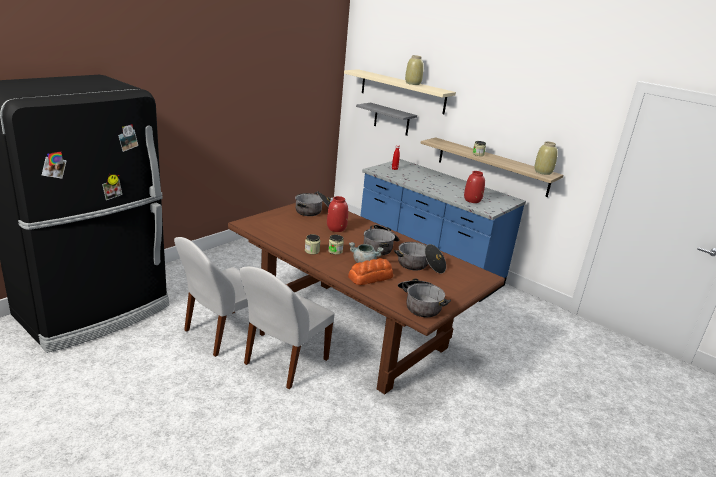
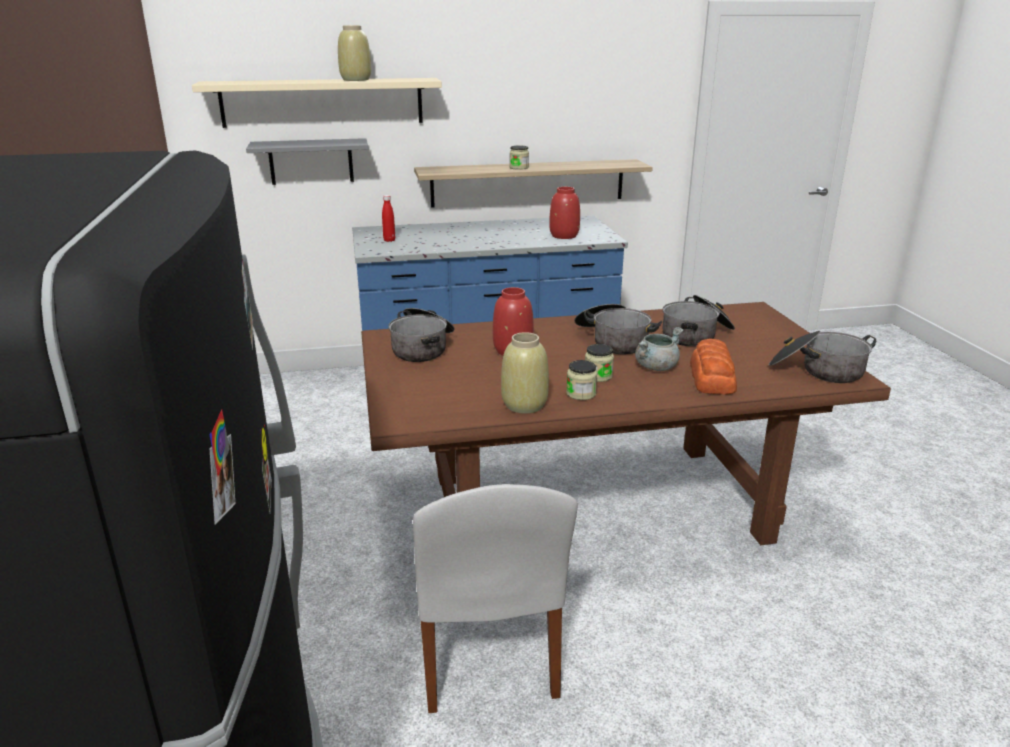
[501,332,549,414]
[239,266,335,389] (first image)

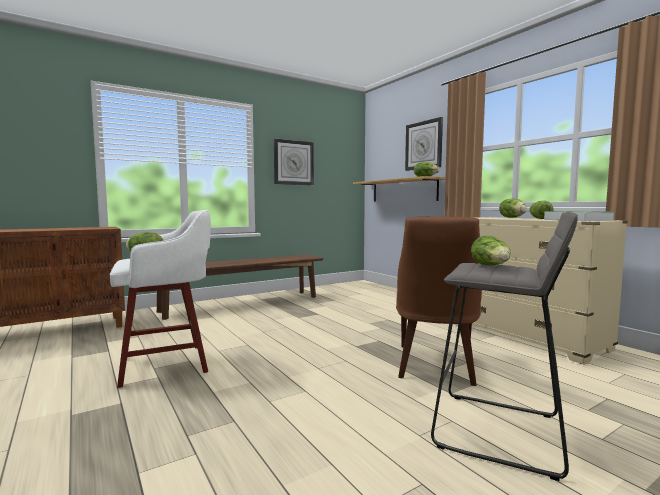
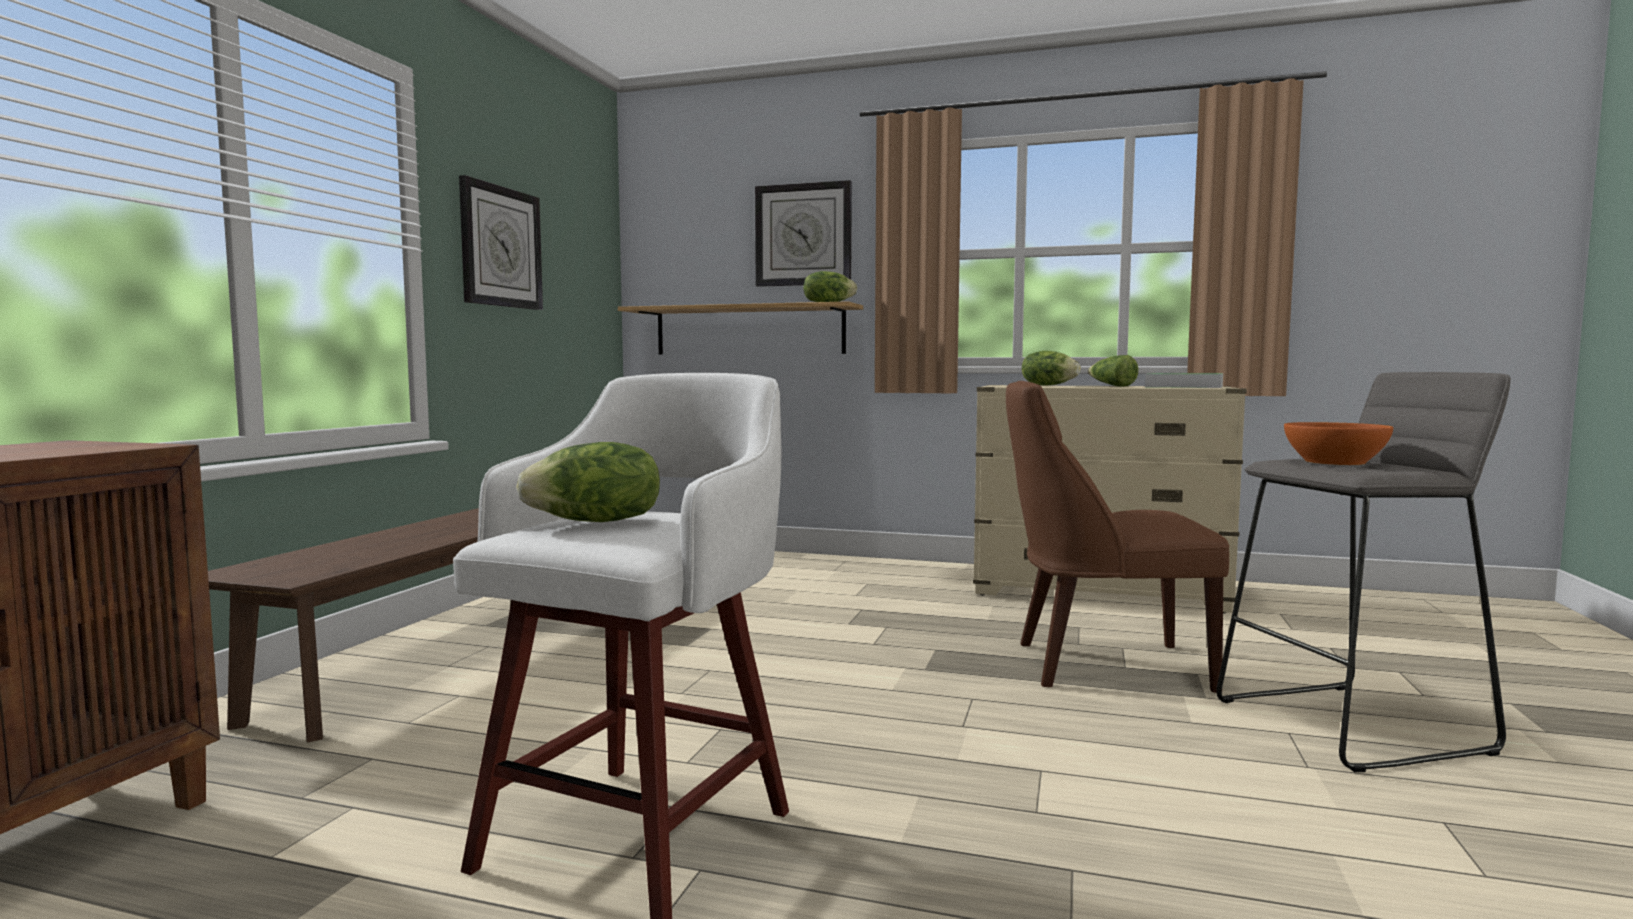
[1006,381,1229,693]
[1284,422,1393,465]

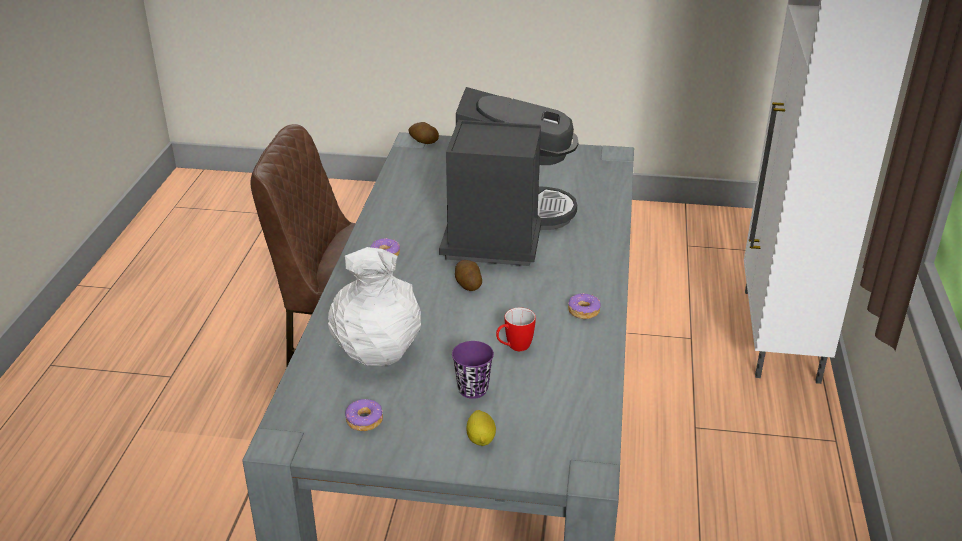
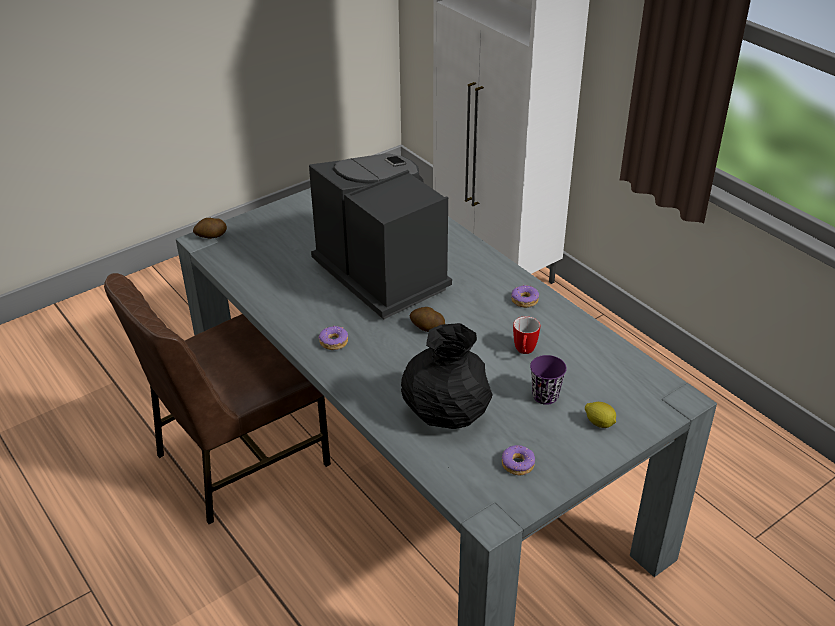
[401,323,493,429]

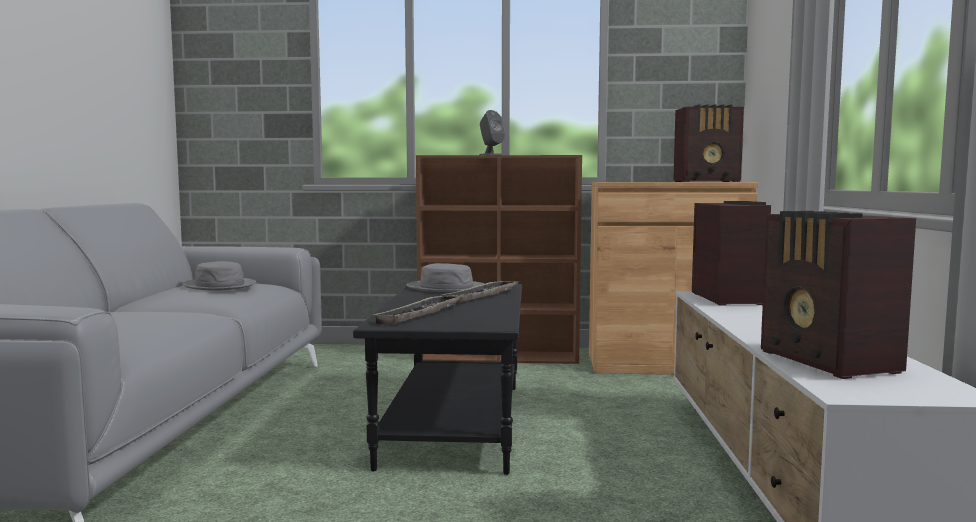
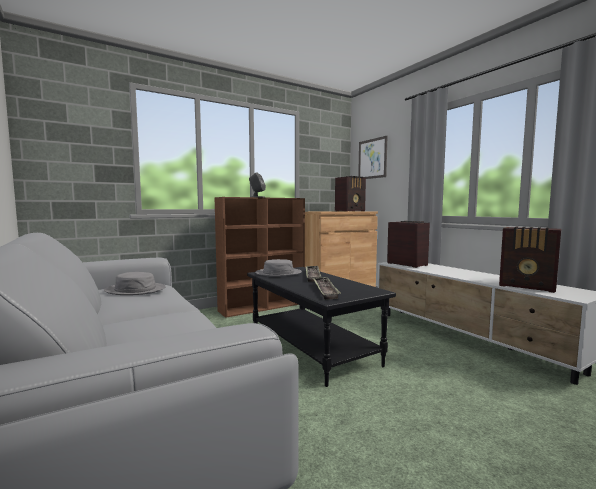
[358,136,388,179]

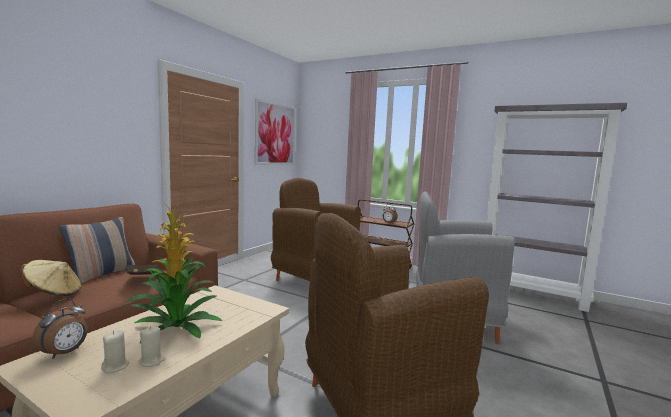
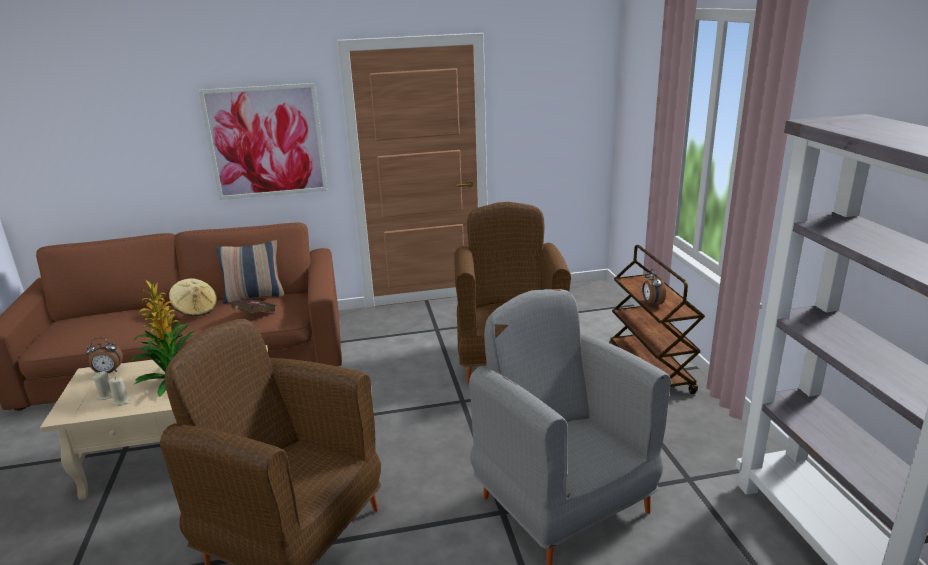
[198,83,328,200]

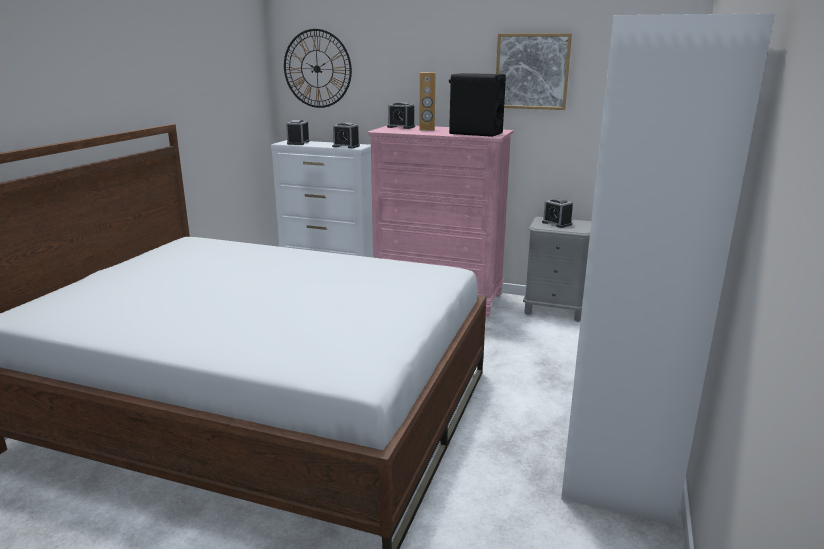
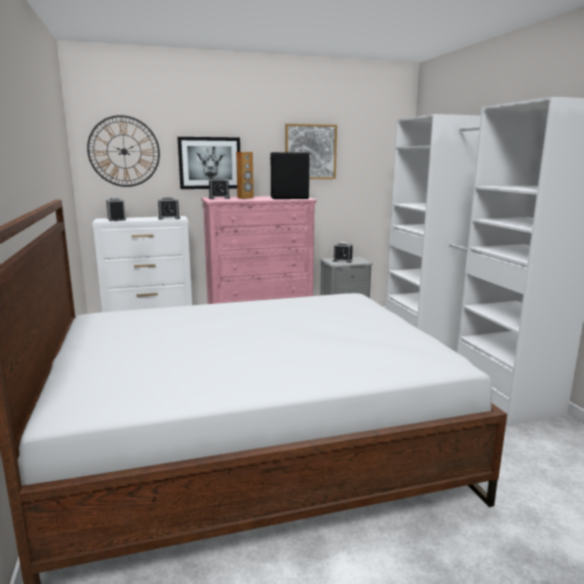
[177,137,240,189]

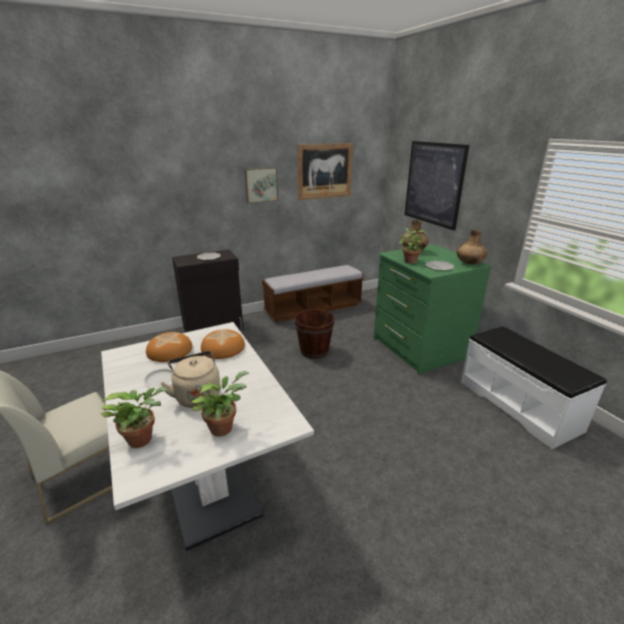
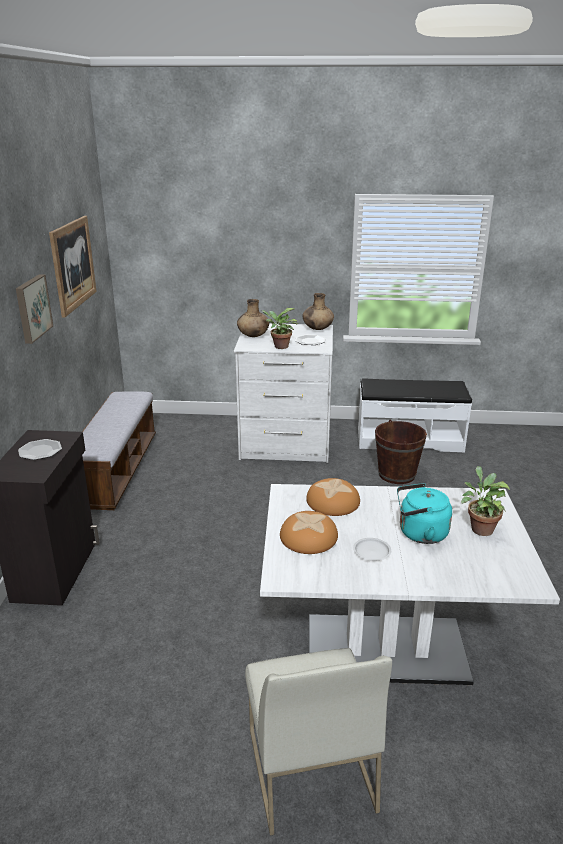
[234,323,333,463]
[375,420,427,484]
[397,483,452,544]
[101,387,169,448] (first image)
[405,141,469,231] (first image)

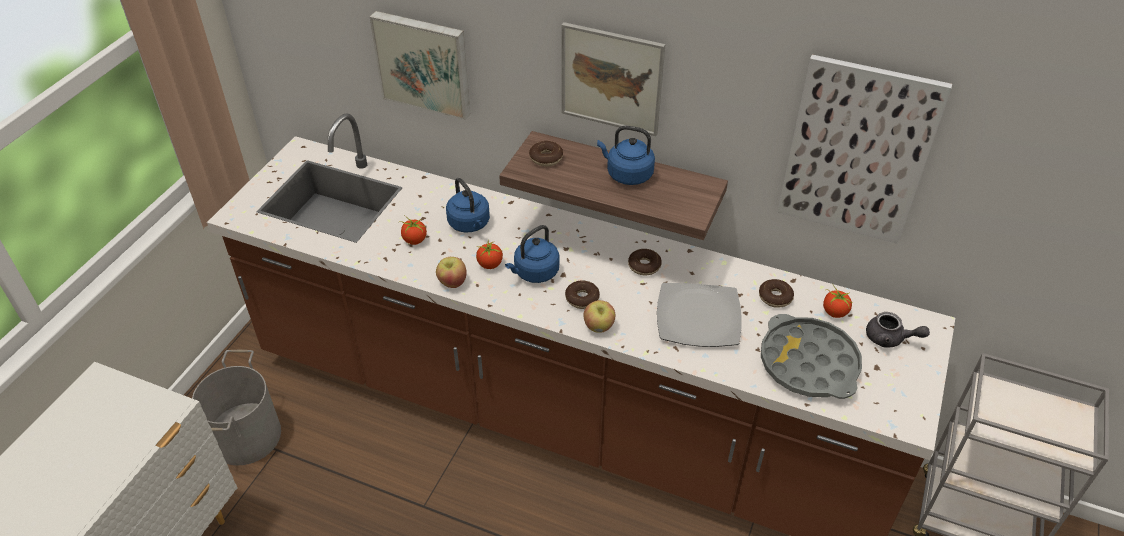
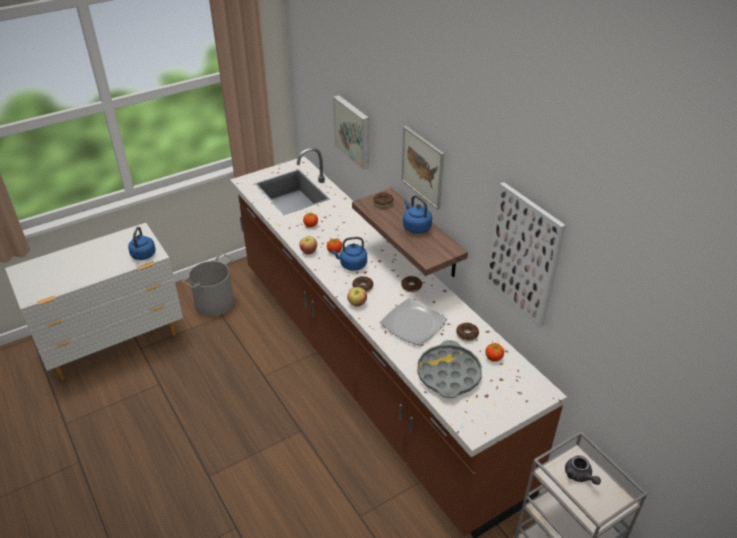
[128,227,156,260]
[565,455,601,485]

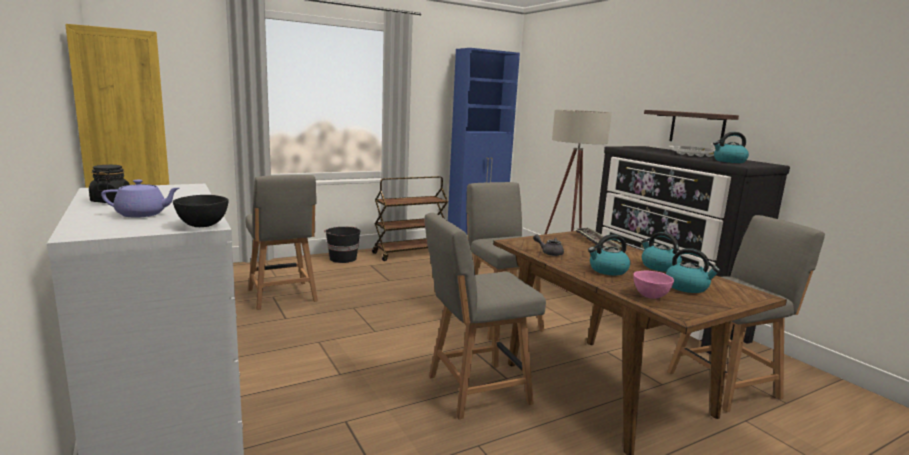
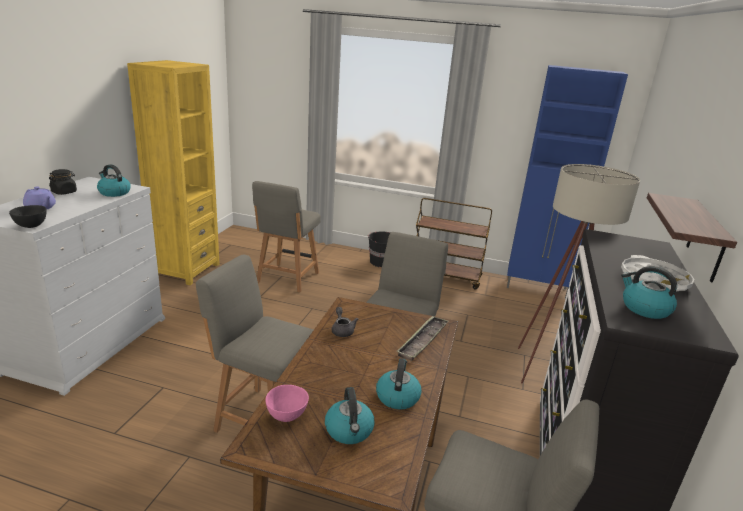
[97,164,131,197]

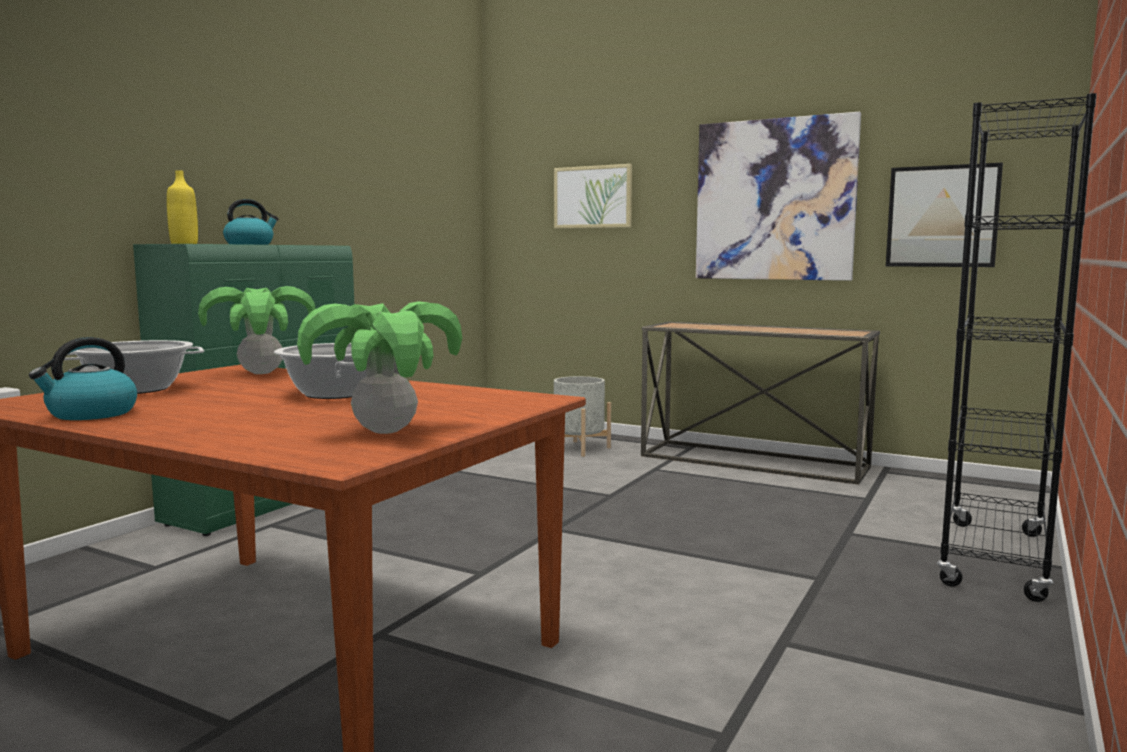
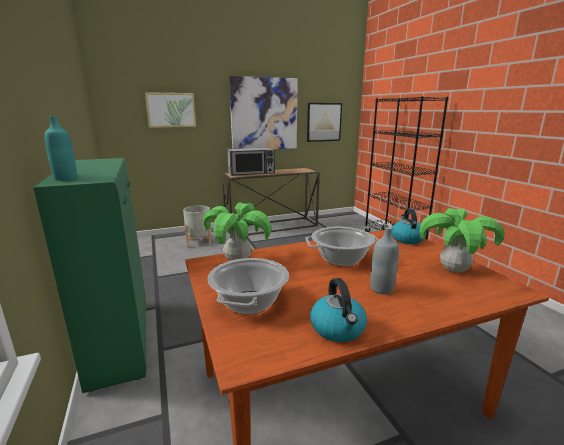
[44,116,77,181]
[227,147,275,176]
[371,227,399,295]
[392,209,426,244]

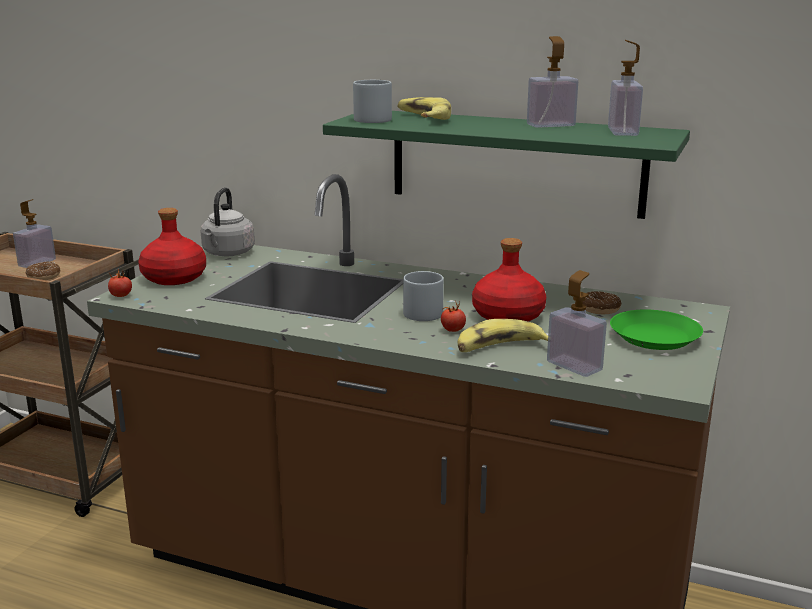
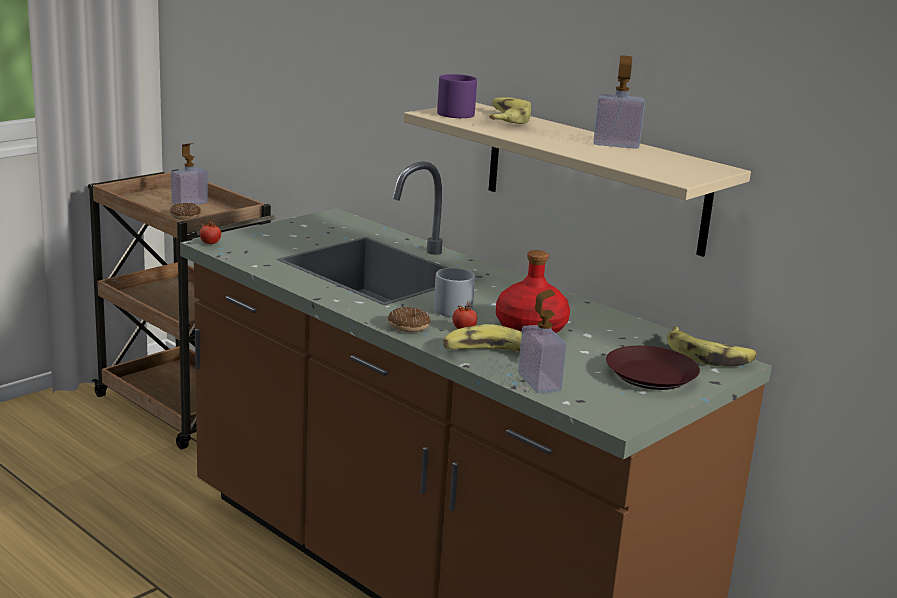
[388,307,431,332]
[404,103,751,257]
[437,74,477,118]
[606,346,700,390]
[667,327,757,366]
[138,208,206,285] (first image)
[200,188,255,256] (first image)
[608,40,643,136] (first image)

